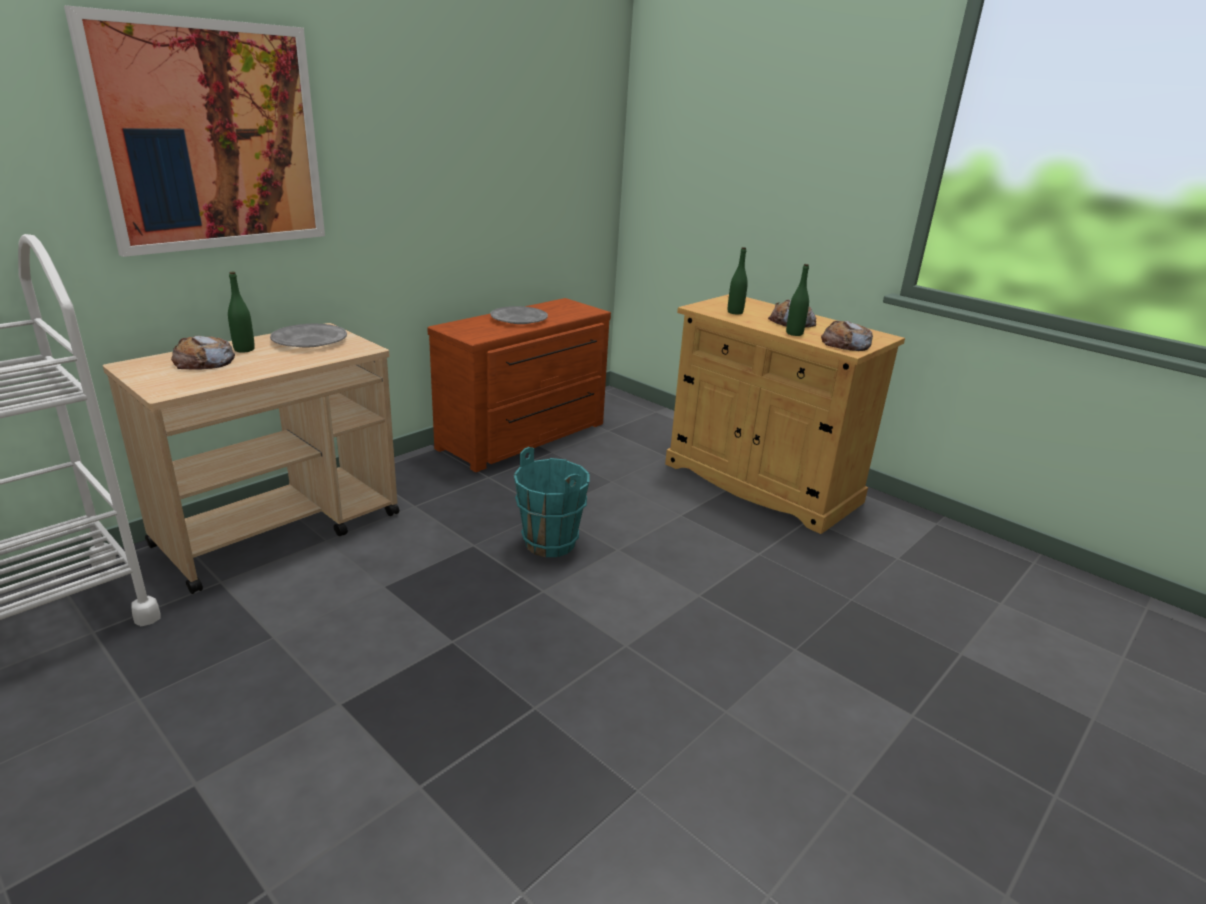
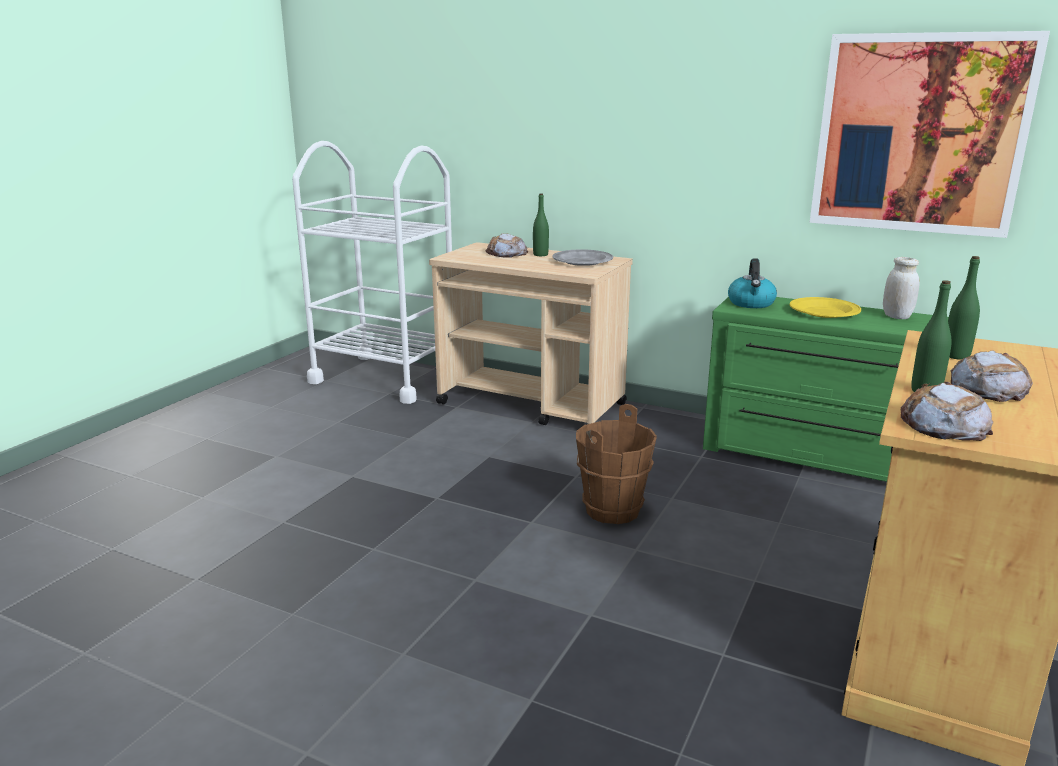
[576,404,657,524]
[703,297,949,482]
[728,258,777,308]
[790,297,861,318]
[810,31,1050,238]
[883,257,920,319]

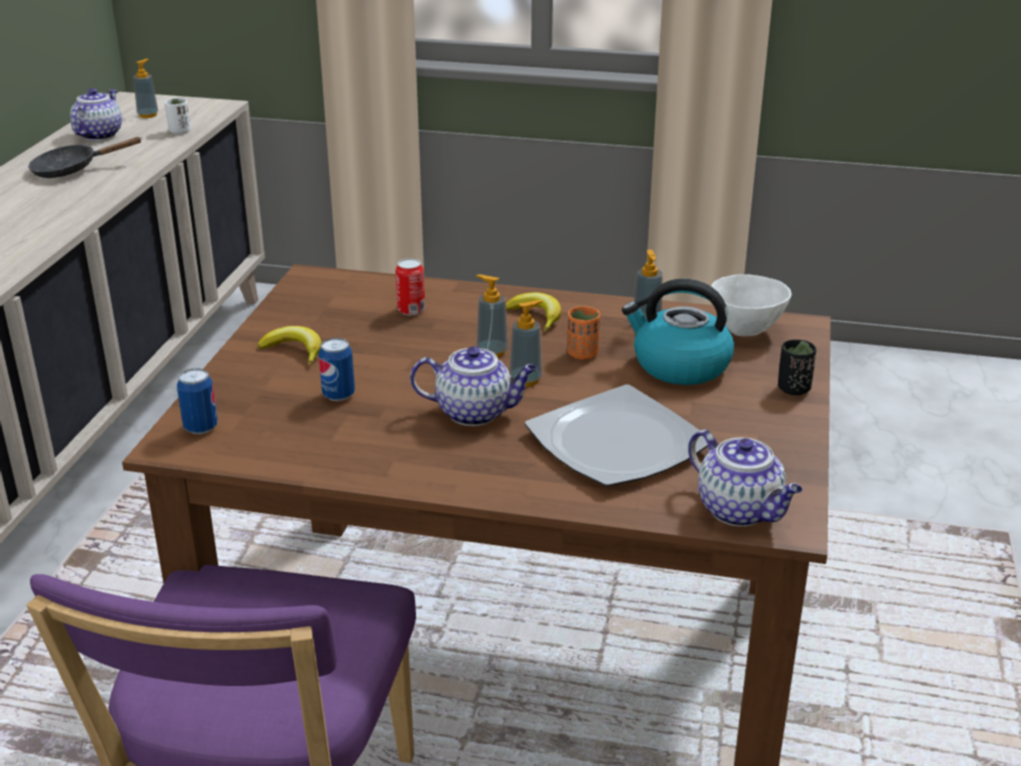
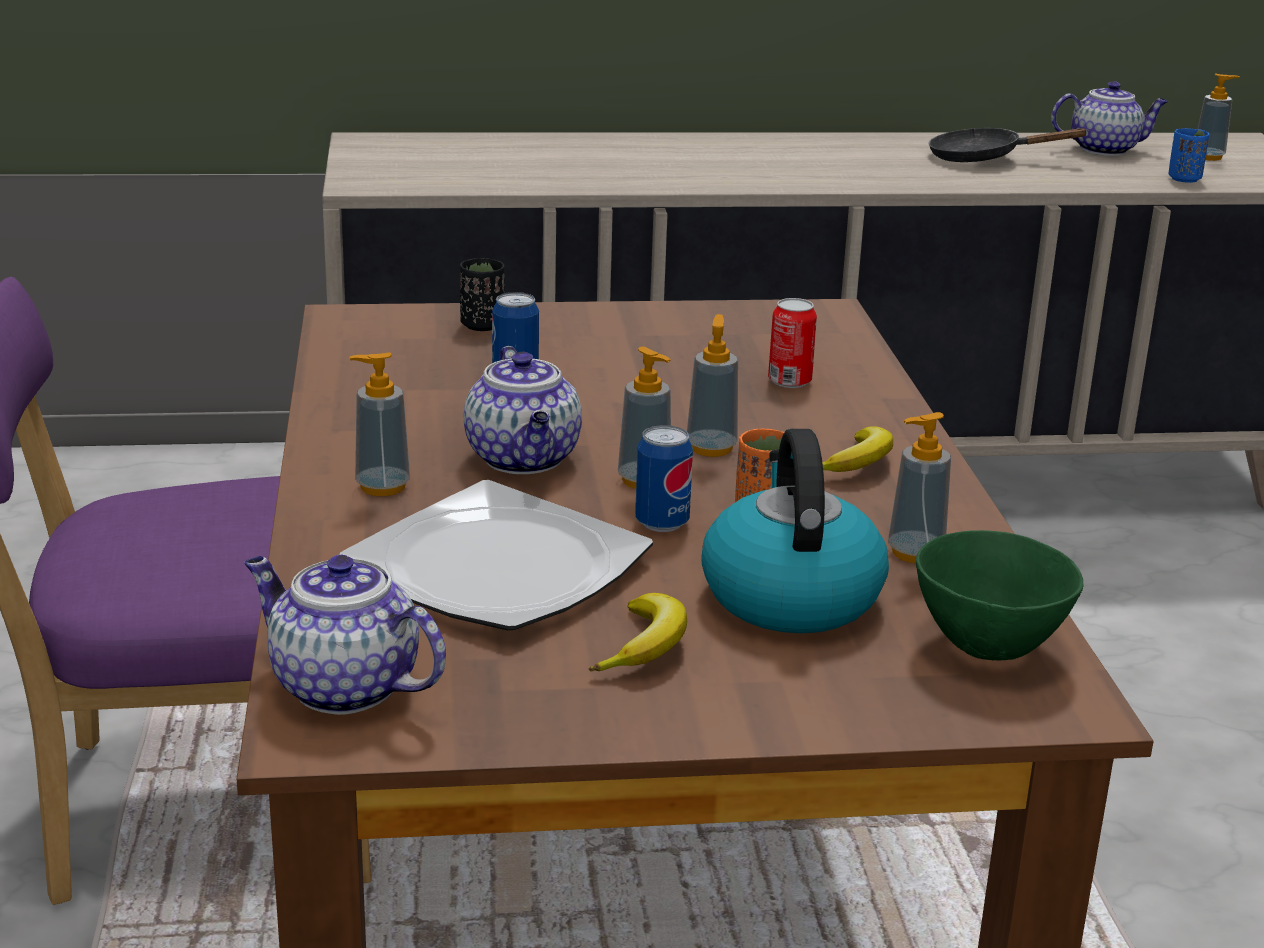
[244,555,446,715]
[350,353,410,496]
[460,258,505,331]
[588,593,687,672]
[635,425,693,532]
[916,530,1084,660]
[928,128,1089,162]
[1168,128,1209,183]

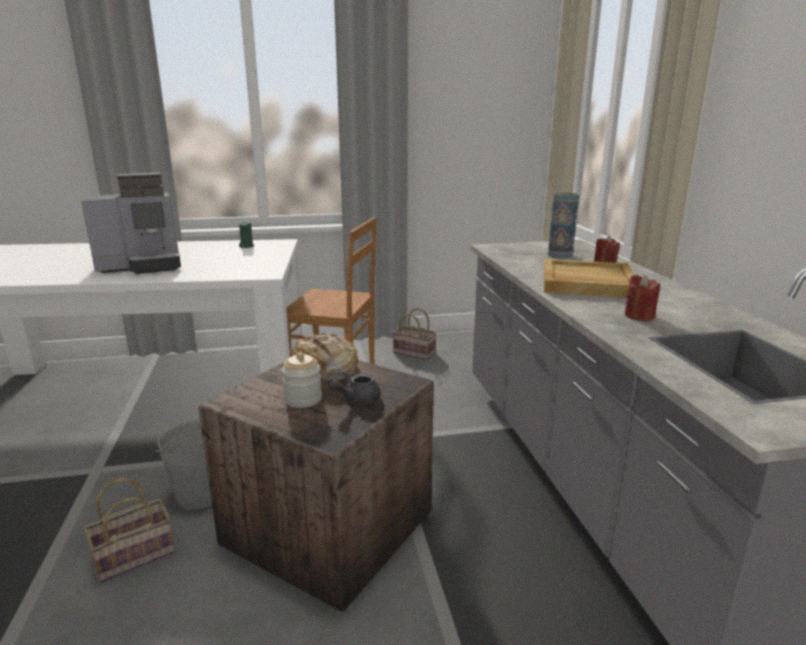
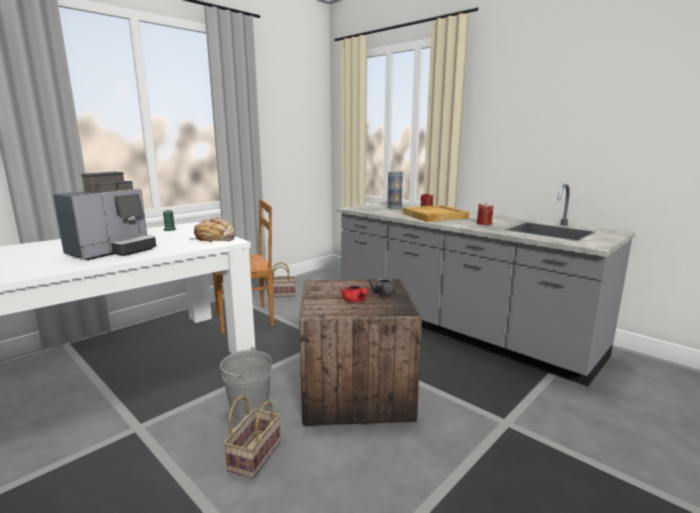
[190,218,235,243]
[341,284,368,302]

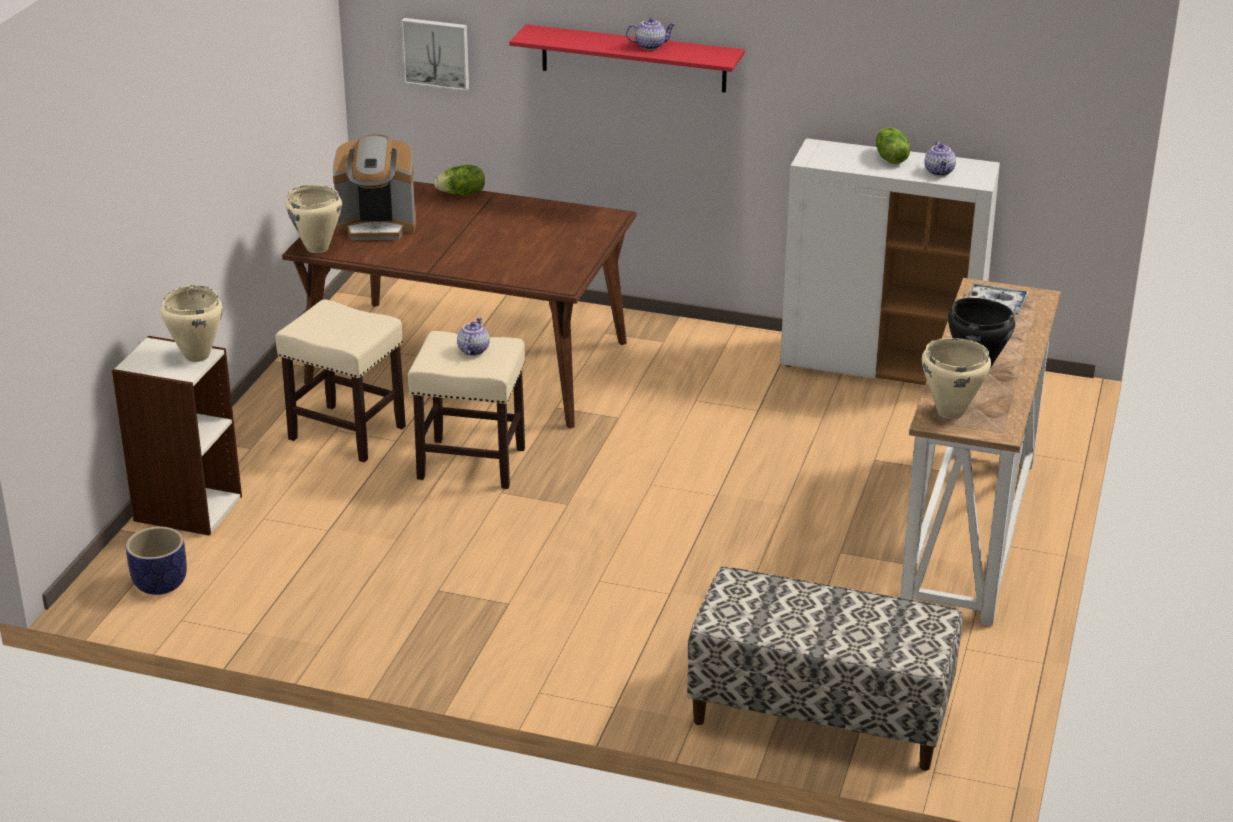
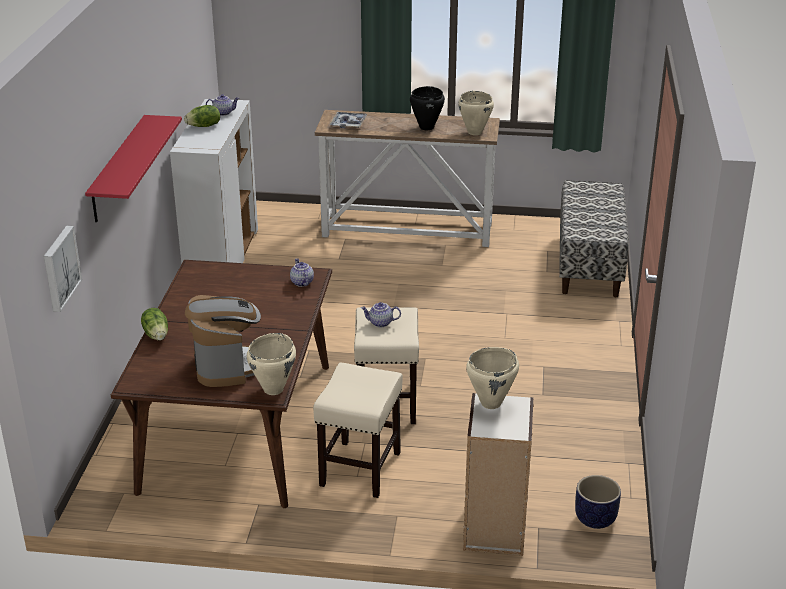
[290,259,314,287]

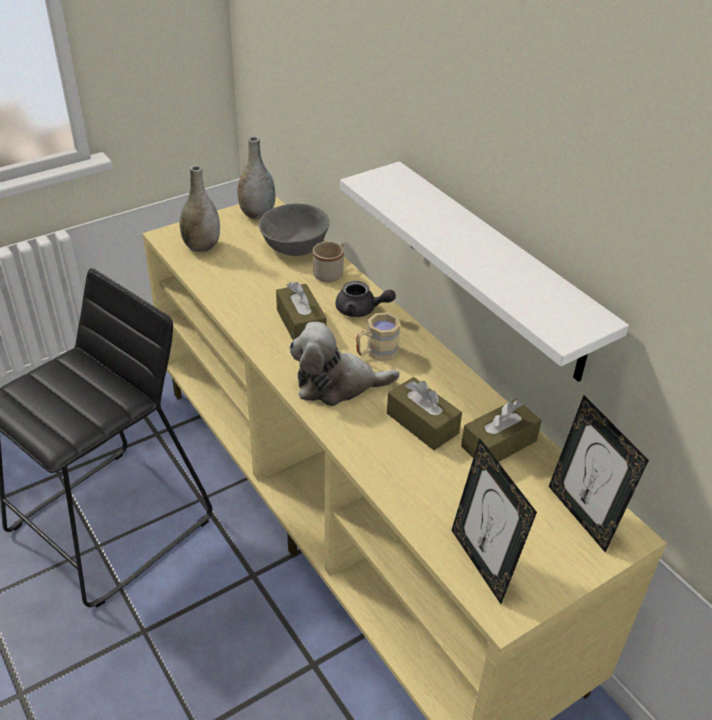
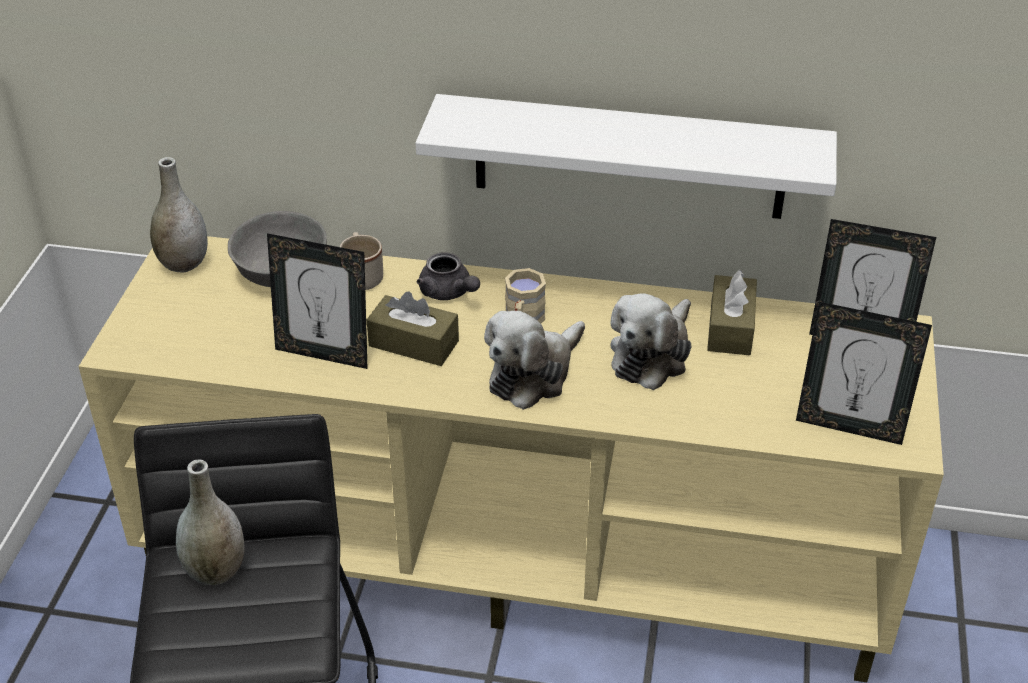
[176,459,245,585]
[267,233,368,369]
[417,252,480,300]
[610,293,691,390]

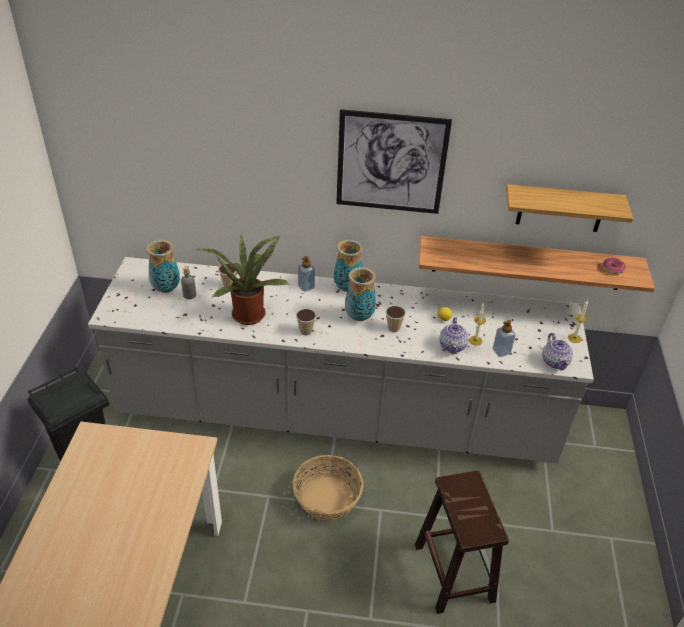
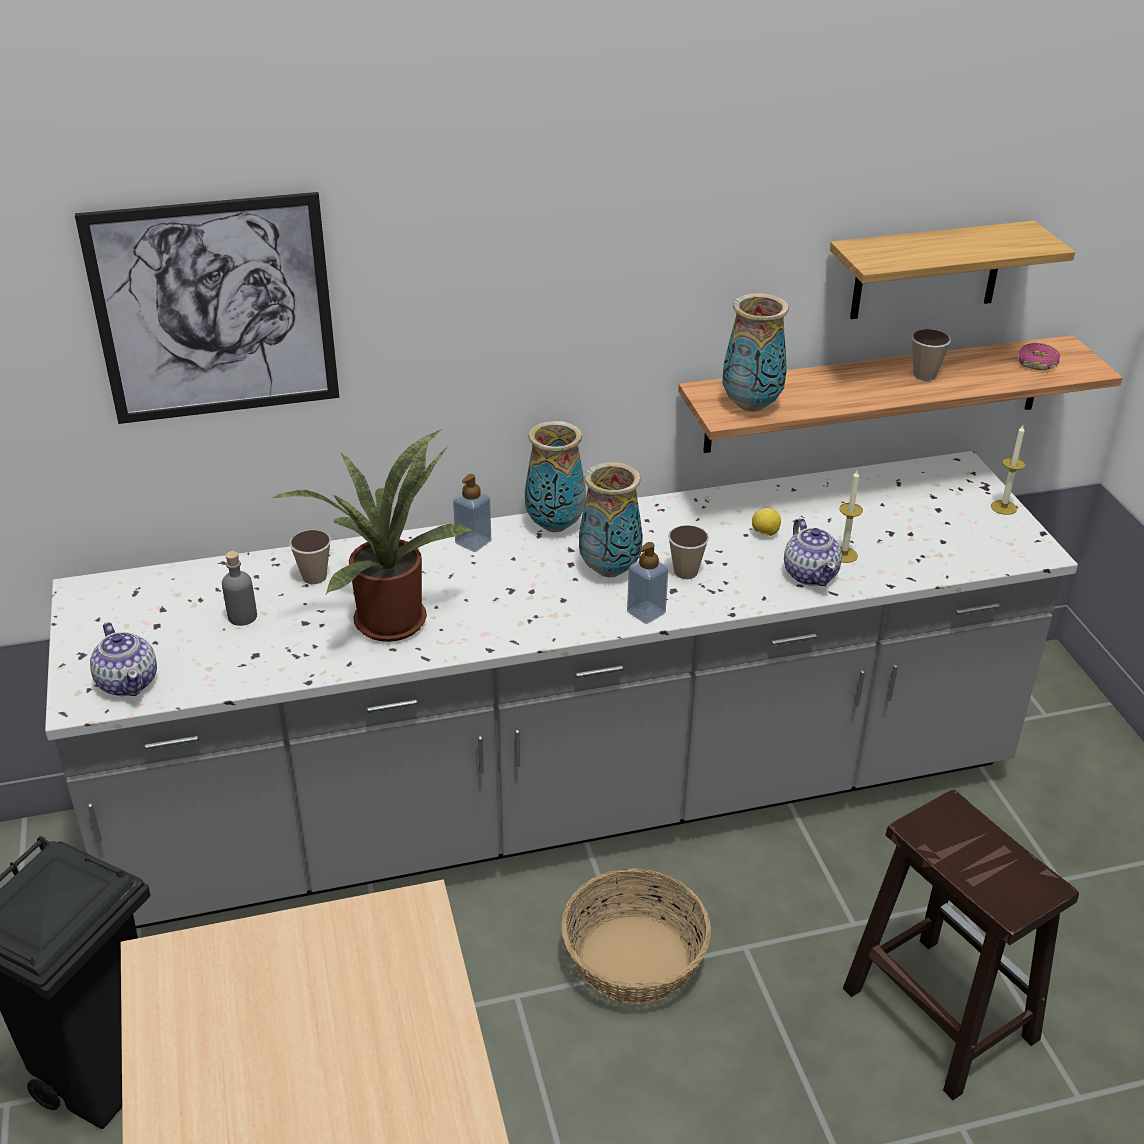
[75,192,339,424]
[90,622,157,696]
[627,542,668,624]
[722,293,789,412]
[912,329,951,381]

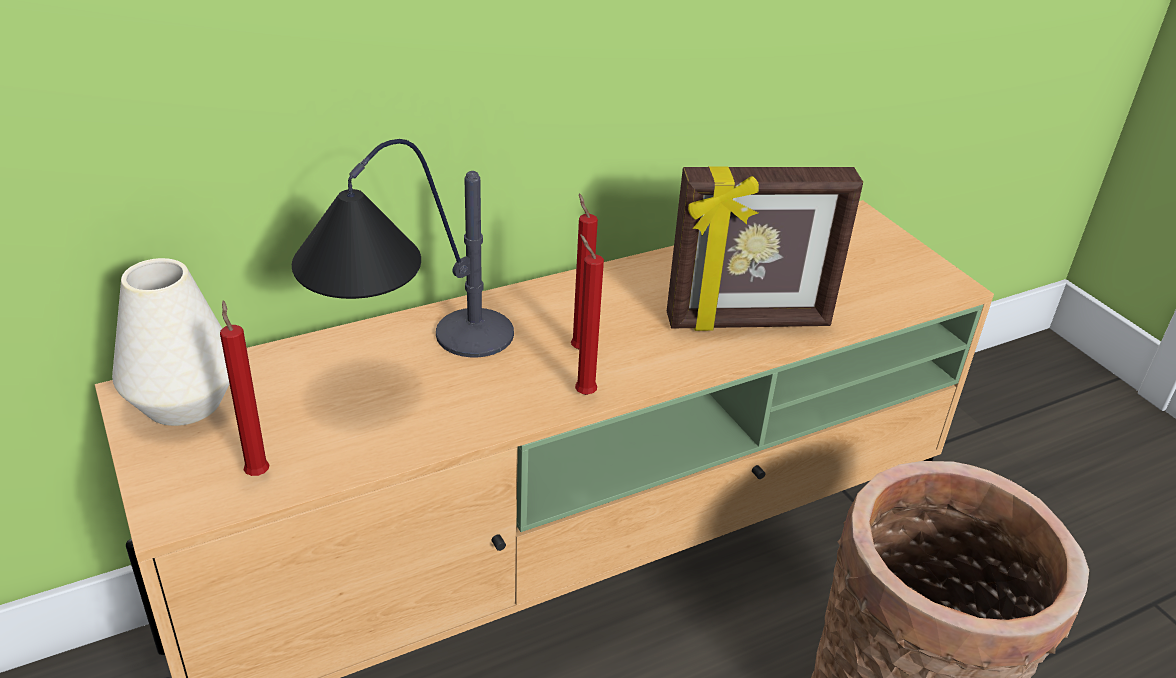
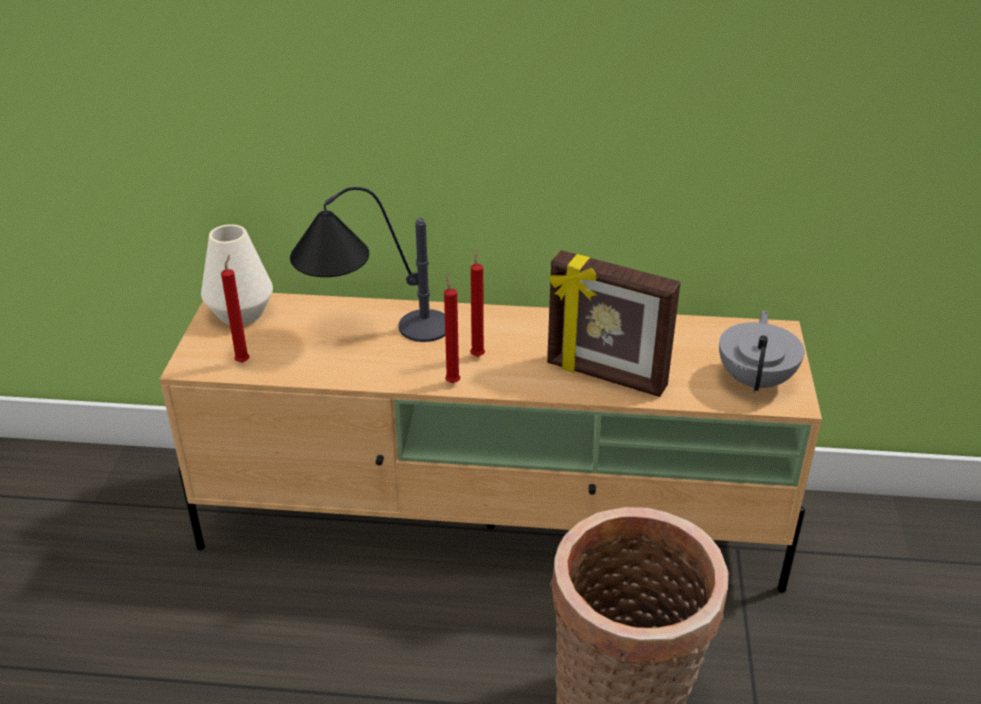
[719,310,805,393]

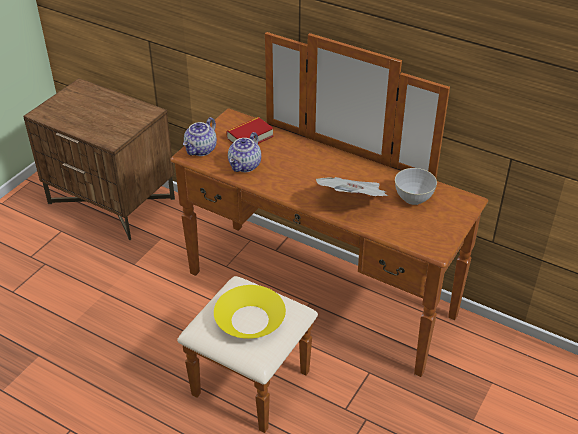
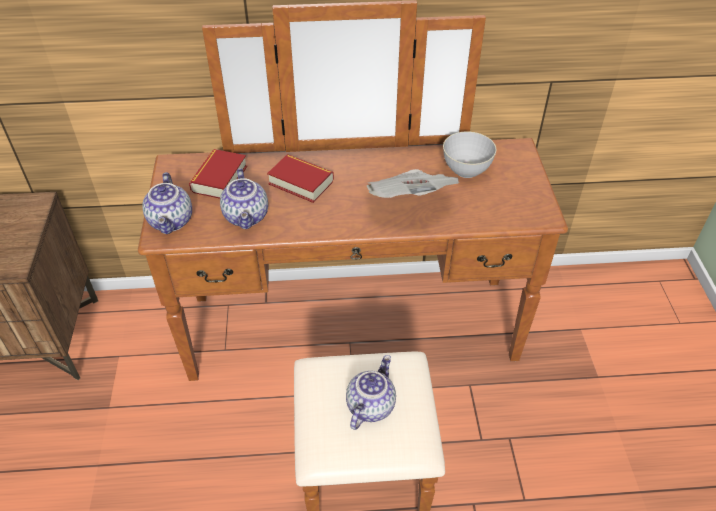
[267,154,334,203]
[346,355,396,430]

